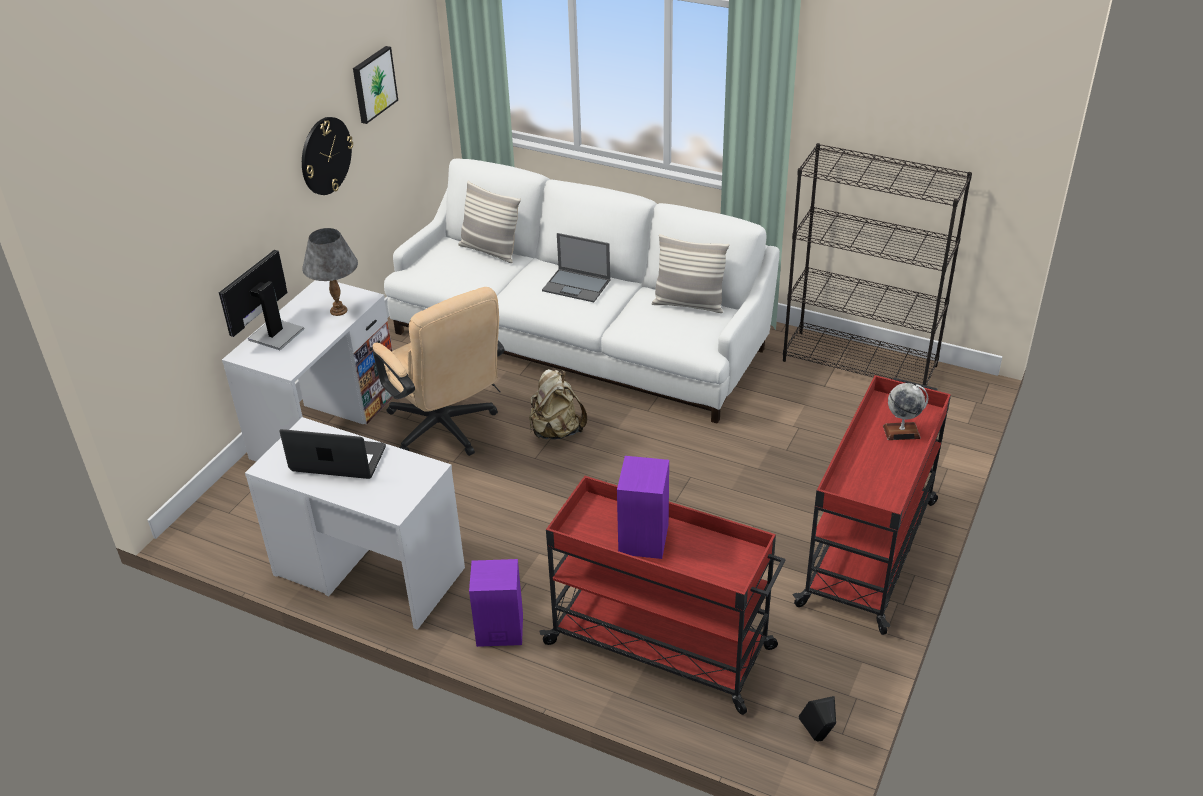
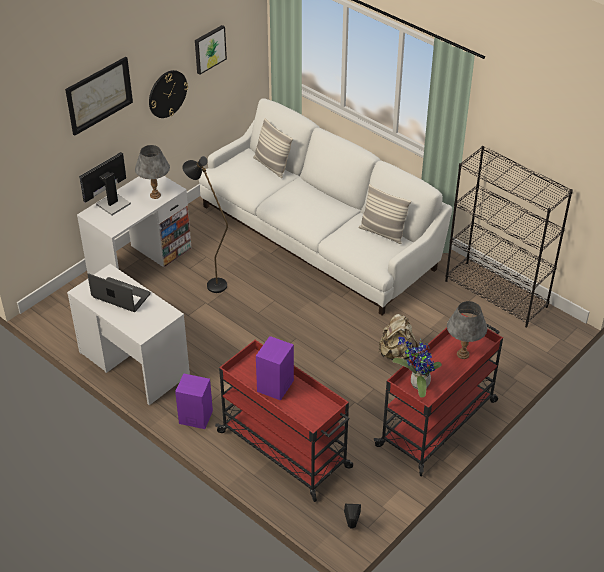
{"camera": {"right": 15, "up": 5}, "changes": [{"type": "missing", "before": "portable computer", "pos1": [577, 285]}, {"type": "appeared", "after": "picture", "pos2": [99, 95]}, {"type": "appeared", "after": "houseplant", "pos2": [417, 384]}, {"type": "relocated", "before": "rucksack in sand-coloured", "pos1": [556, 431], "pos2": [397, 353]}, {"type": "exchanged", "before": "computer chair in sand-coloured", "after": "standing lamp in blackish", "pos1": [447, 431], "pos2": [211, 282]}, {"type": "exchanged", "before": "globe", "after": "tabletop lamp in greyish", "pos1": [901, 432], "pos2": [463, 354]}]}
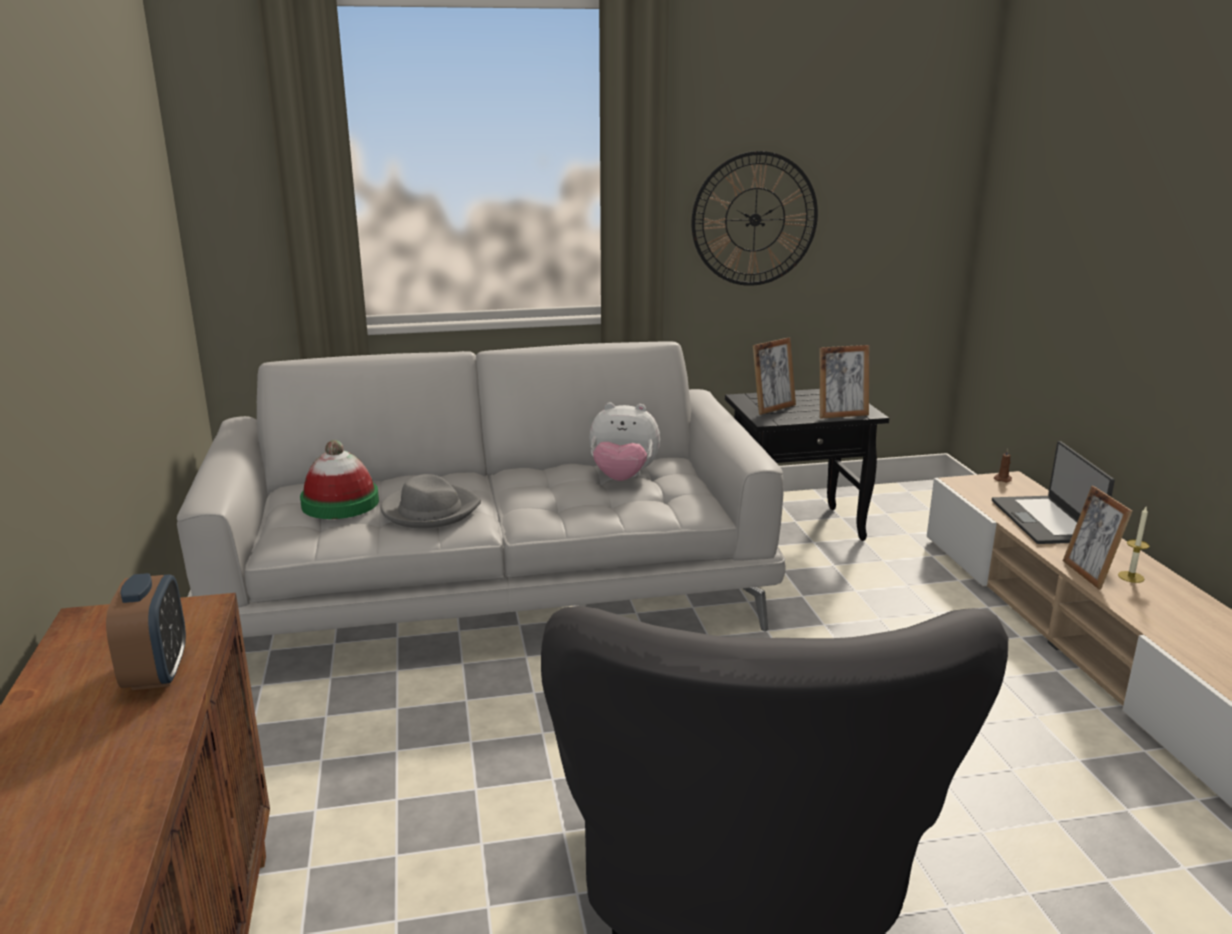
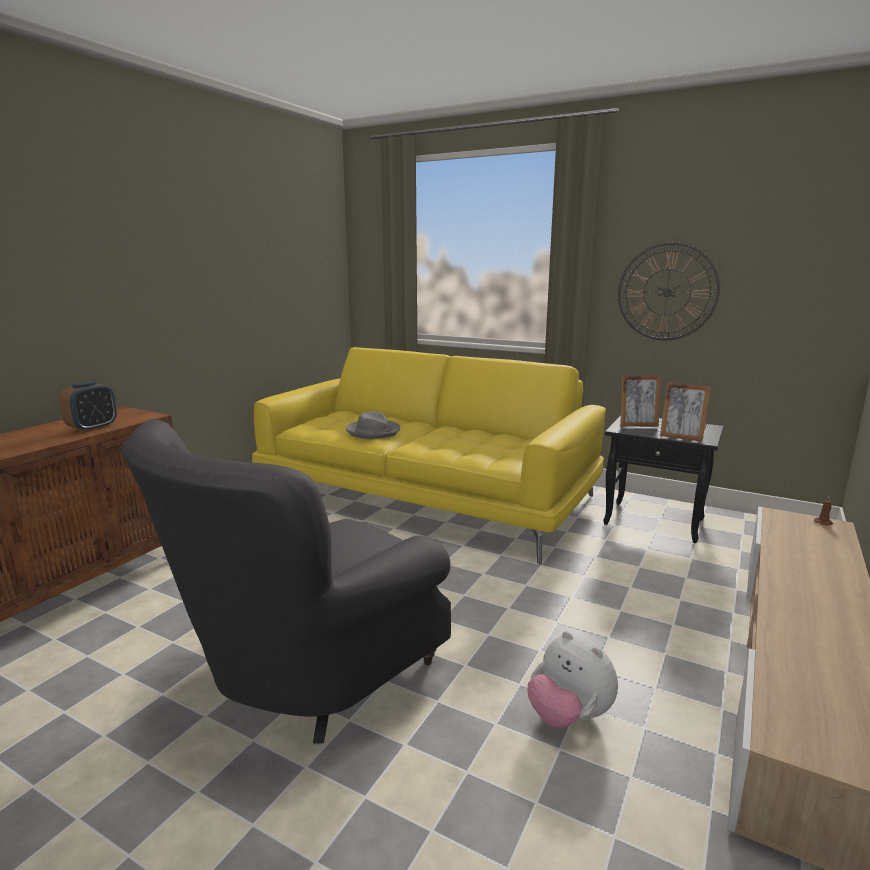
{"camera": {"right": 40, "up": -5}, "changes": [{"type": "missing", "before": "clothing hat", "pos1": [340, 503]}, {"type": "missing", "before": "portable computer", "pos1": [1046, 520]}, {"type": "missing", "before": "photo frame", "pos1": [1088, 574]}, {"type": "missing", "before": "candle", "pos1": [1131, 577]}, {"type": "relocated", "before": "cuddly toy", "pos1": [623, 478], "pos2": [569, 716]}, {"type": "colour", "before": "sofa in greyish", "after": "sofa in yellowish", "pos1": [495, 590], "pos2": [427, 496]}]}
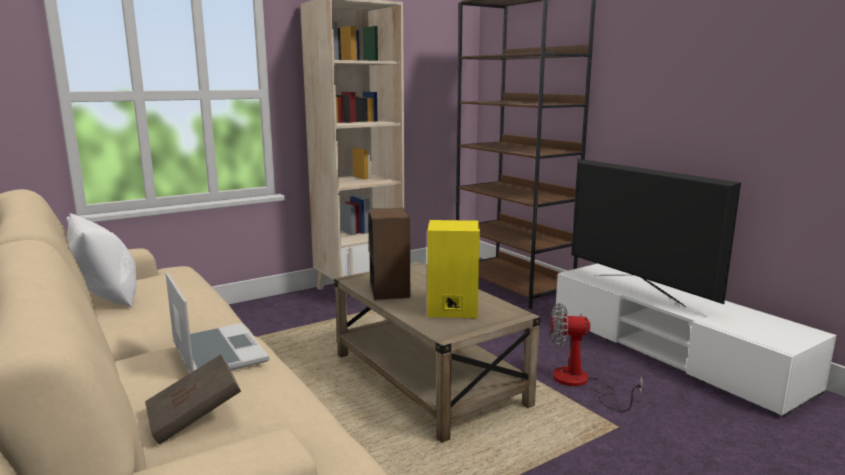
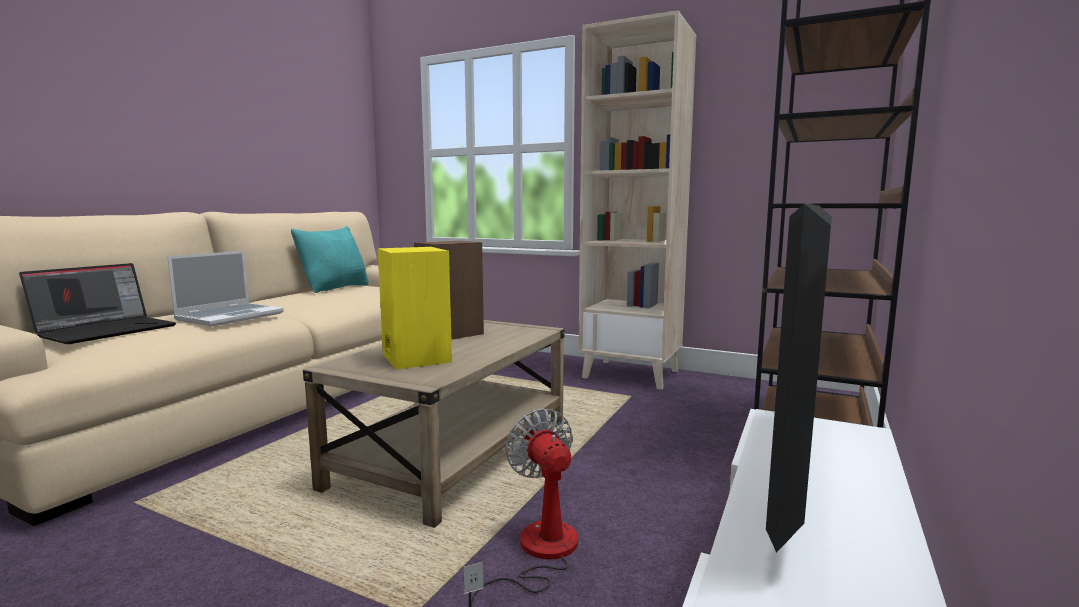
{"camera": {"right": 60, "up": -5}, "changes": [{"type": "exchanged", "before": "book in brown-coloured", "after": "portable computer", "pos1": [194, 418], "pos2": [107, 330]}, {"type": "colour", "before": "cushion in white-coloured", "after": "cushion in turquoise", "pos1": [108, 297], "pos2": [335, 288]}]}
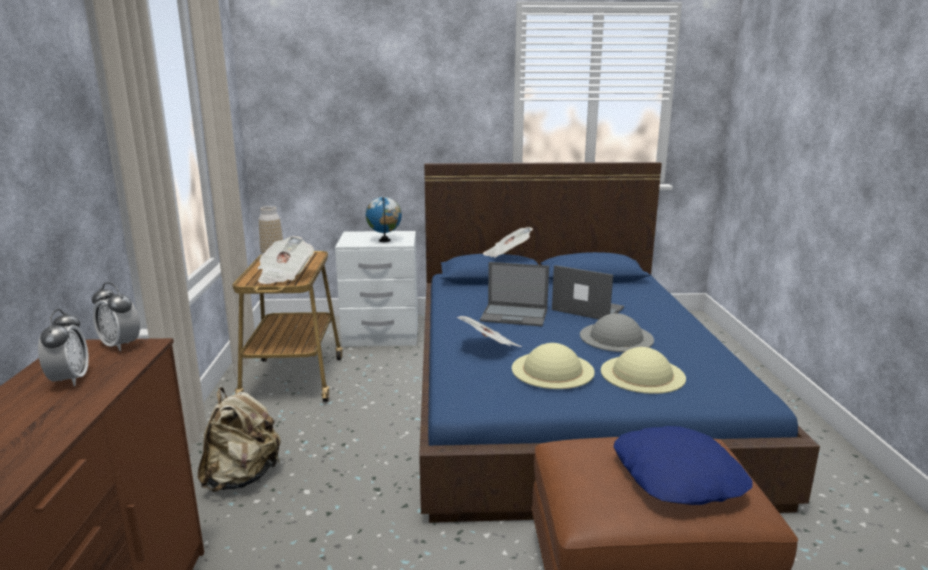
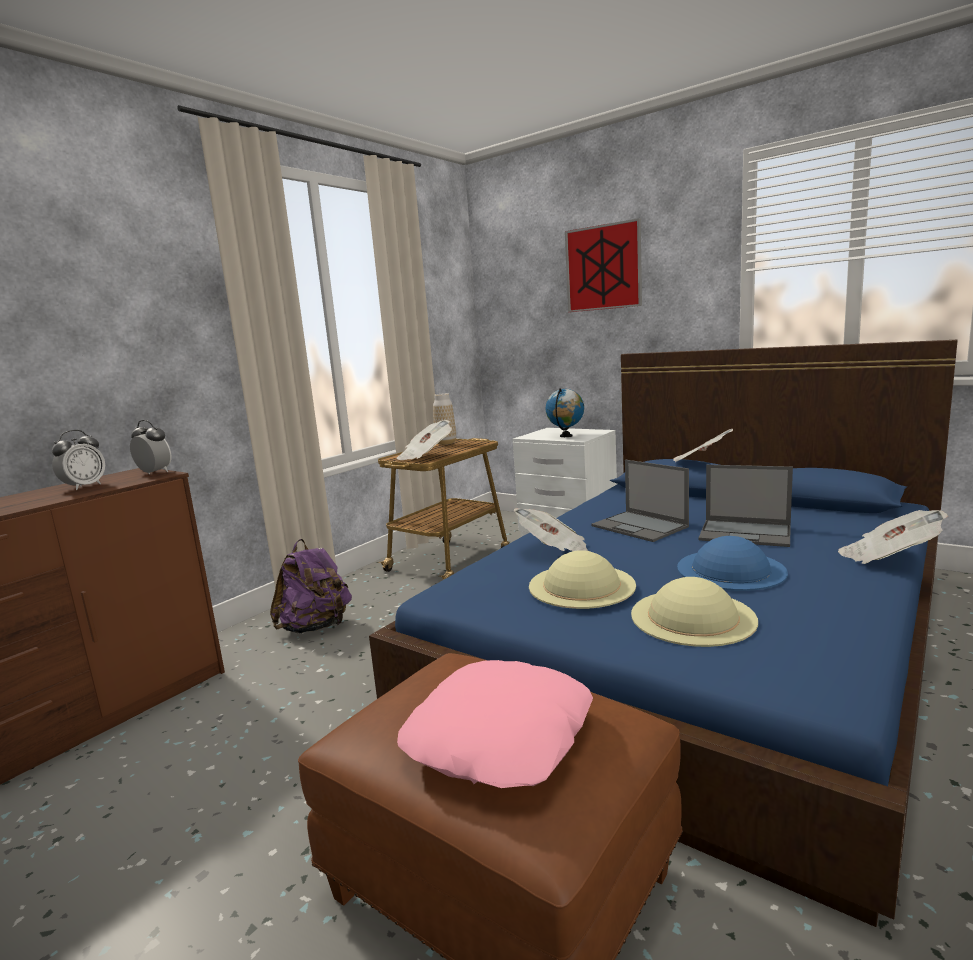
{"camera": {"right": 40, "up": -5}, "changes": [{"type": "appeared", "after": "picture", "pos2": [603, 267]}, {"type": "appeared", "after": "daily paper", "pos2": [888, 558]}, {"type": "colour", "before": "rucksack in sand-coloured", "after": "rucksack in purple-coloured", "pos1": [242, 478], "pos2": [316, 627]}, {"type": "colour", "before": "clothing hat in greyish", "after": "clothing hat in blue-coloured", "pos1": [616, 337], "pos2": [731, 569]}, {"type": "colour", "before": "cushion in blue-coloured", "after": "cushion in pinkish", "pos1": [678, 476], "pos2": [501, 737]}, {"type": "spun", "before": "table clock", "pos1": [120, 345], "pos2": [154, 473], "turn": 135}, {"type": "spun", "before": "portable computer", "pos1": [587, 308], "pos2": [746, 533], "turn": 135}]}
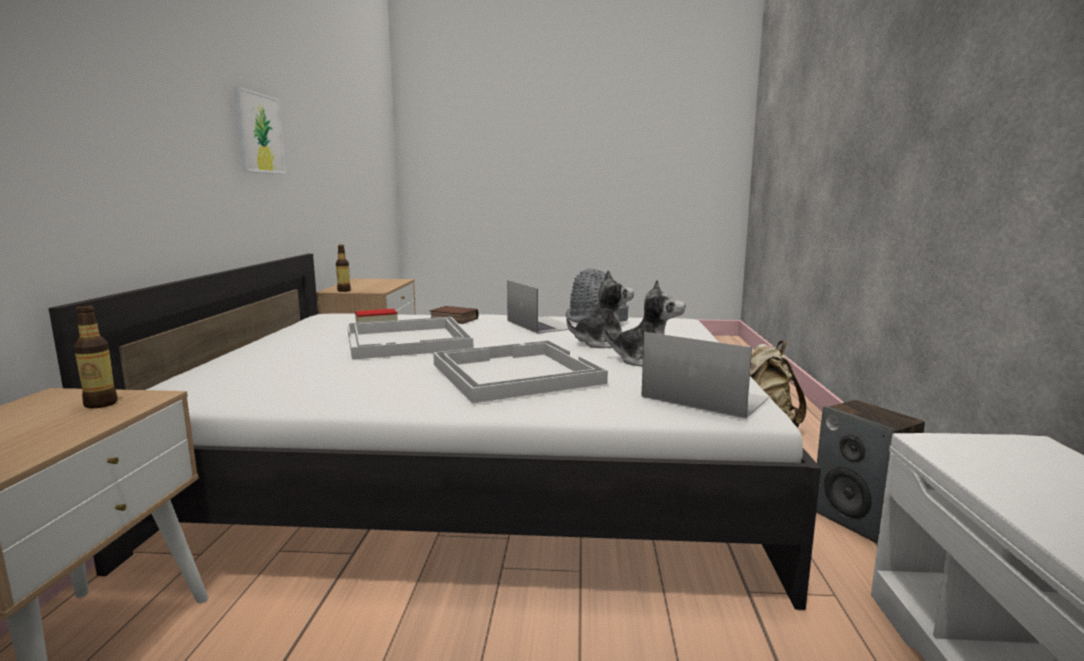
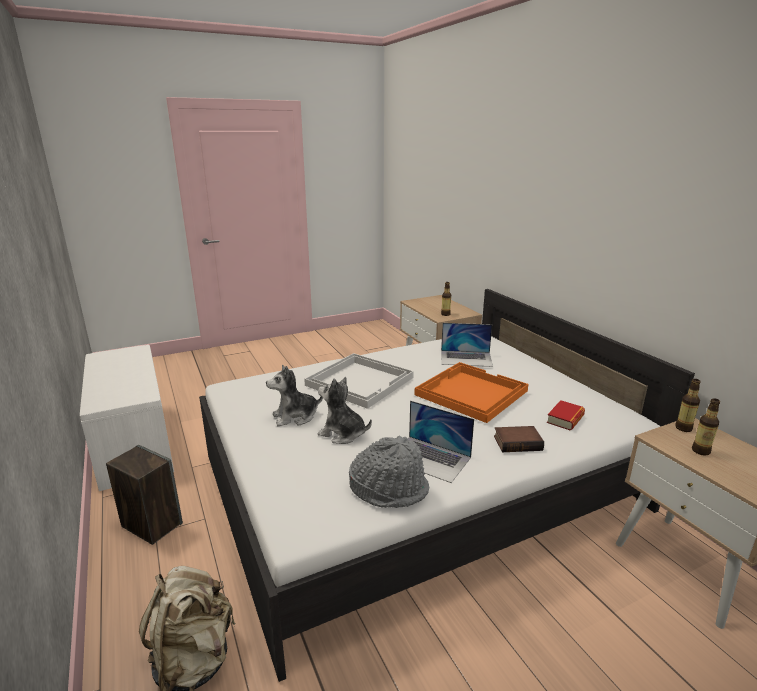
{"camera": {"right": 150, "up": 10}, "changes": [{"type": "missing", "before": "picture", "pos1": [259, 133]}, {"type": "appeared", "after": "bottle", "pos2": [700, 451]}, {"type": "relocated", "before": "portable computer", "pos1": [704, 397], "pos2": [466, 358]}, {"type": "colour", "before": "serving tray in white-coloured", "after": "serving tray in orange-coloured", "pos1": [408, 341], "pos2": [470, 393]}, {"type": "spun", "before": "cuddly toy", "pos1": [601, 343], "pos2": [342, 434], "turn": 75}]}
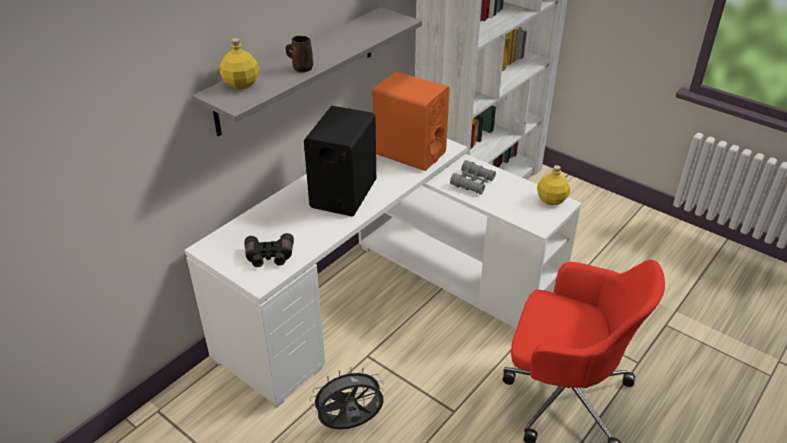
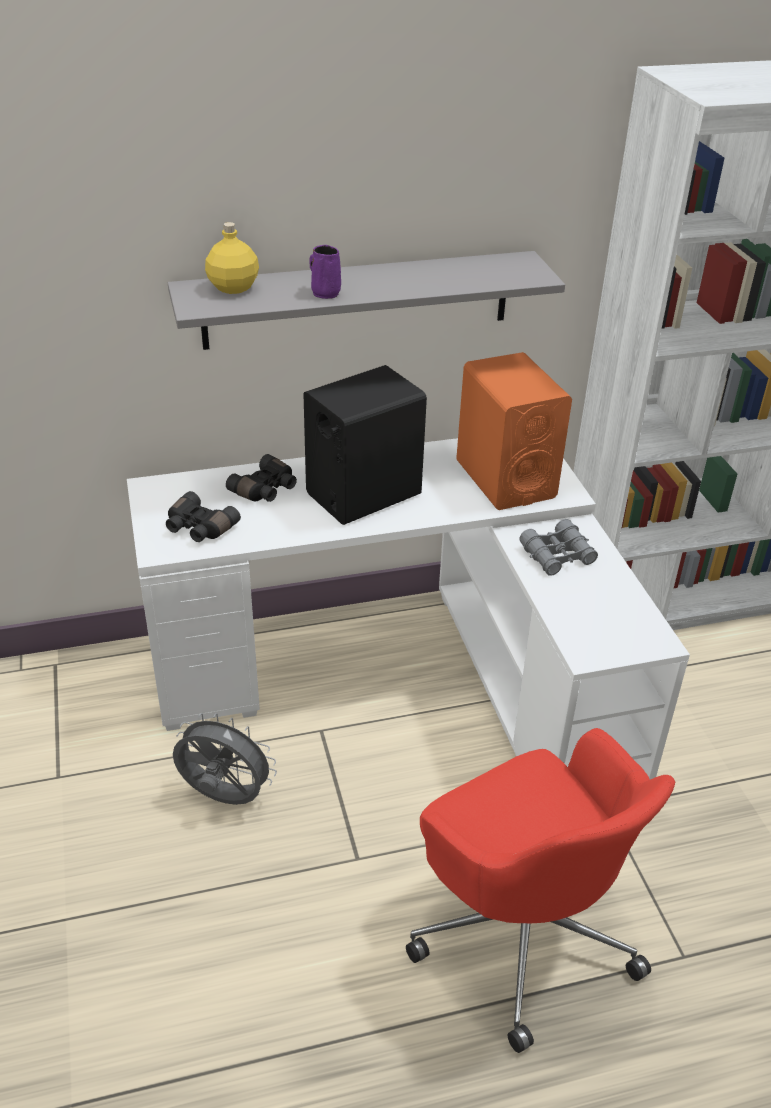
{"camera": {"right": 35, "up": 0}, "changes": [{"type": "missing", "before": "bottle in yellowish", "pos1": [551, 199]}, {"type": "appeared", "after": "field glasses in blackish", "pos2": [266, 489]}, {"type": "colour", "before": "coffee mug in brown-coloured", "after": "coffee mug in purple-coloured", "pos1": [301, 68], "pos2": [325, 292]}]}
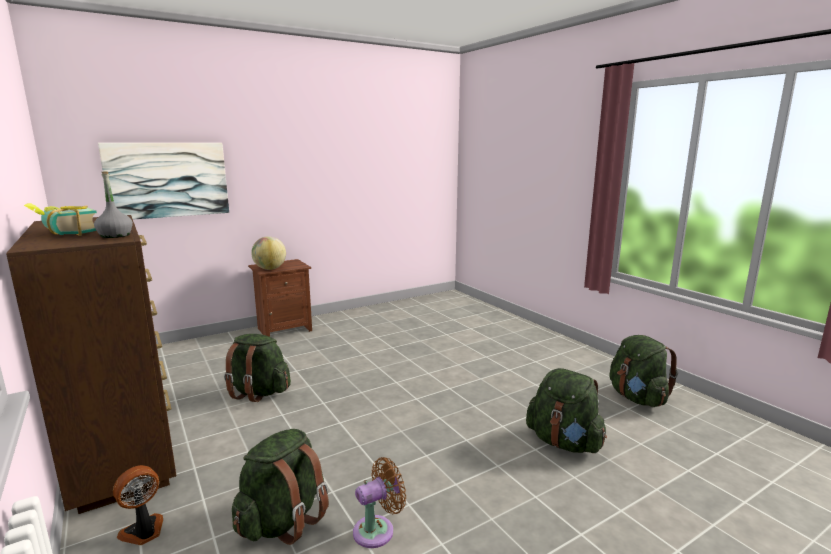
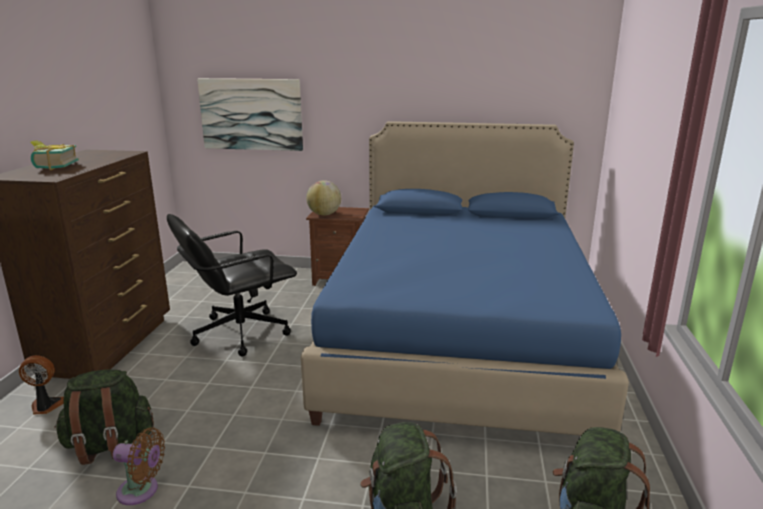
{"camera": {"right": 40, "up": 5}, "changes": [{"type": "missing", "before": "bottle in greyish", "pos1": [115, 235]}, {"type": "appeared", "after": "bedroom bed in blue-coloured", "pos2": [458, 339]}, {"type": "exchanged", "before": "rucksack in green-coloured", "after": "computer chair in blackish", "pos1": [258, 392], "pos2": [239, 333]}]}
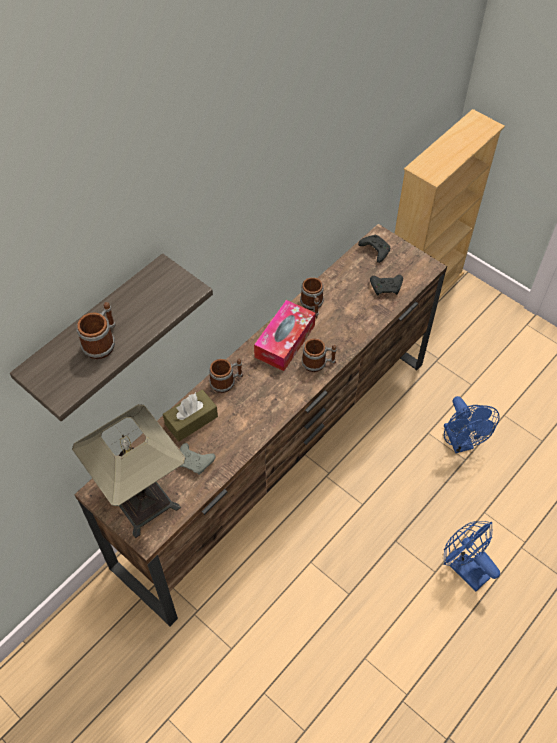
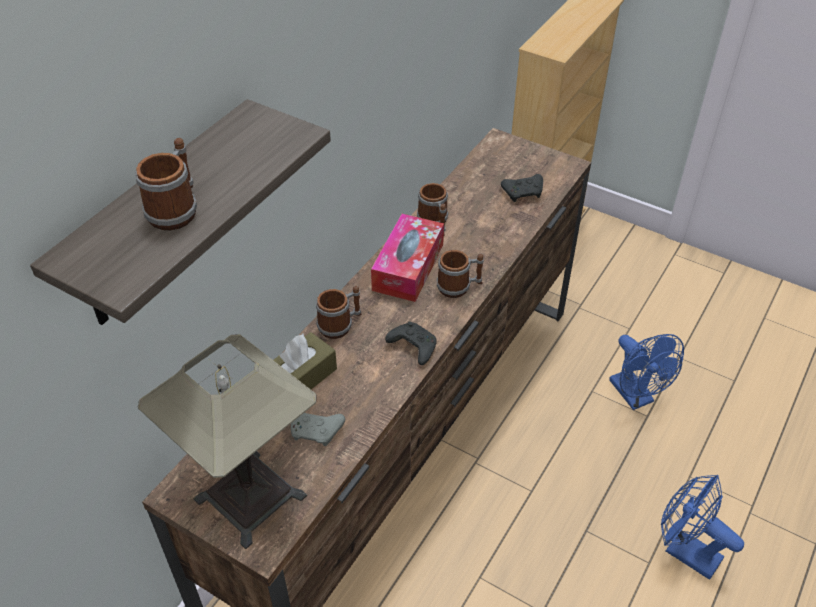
{"camera": {"right": -10, "up": -10}, "changes": [{"type": "relocated", "before": "game controller in blackish", "pos1": [374, 251], "pos2": [412, 347]}]}
